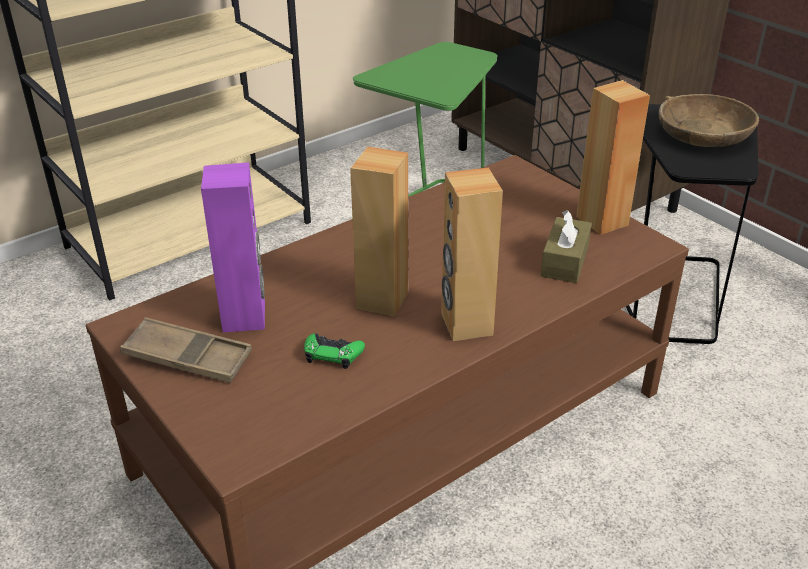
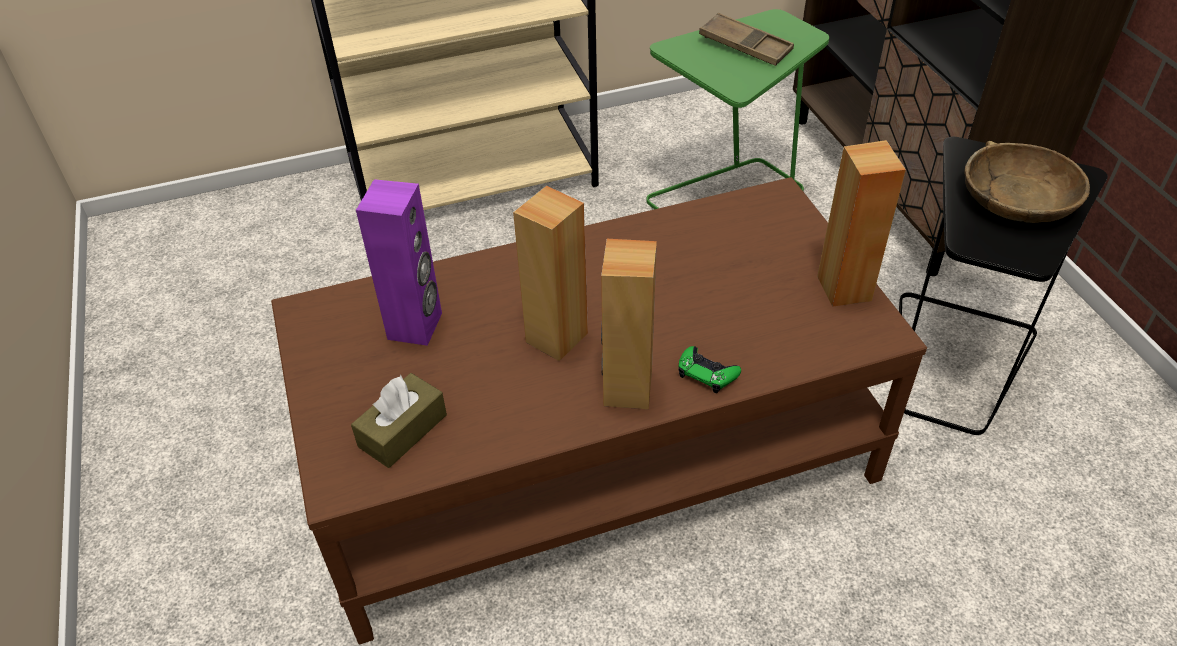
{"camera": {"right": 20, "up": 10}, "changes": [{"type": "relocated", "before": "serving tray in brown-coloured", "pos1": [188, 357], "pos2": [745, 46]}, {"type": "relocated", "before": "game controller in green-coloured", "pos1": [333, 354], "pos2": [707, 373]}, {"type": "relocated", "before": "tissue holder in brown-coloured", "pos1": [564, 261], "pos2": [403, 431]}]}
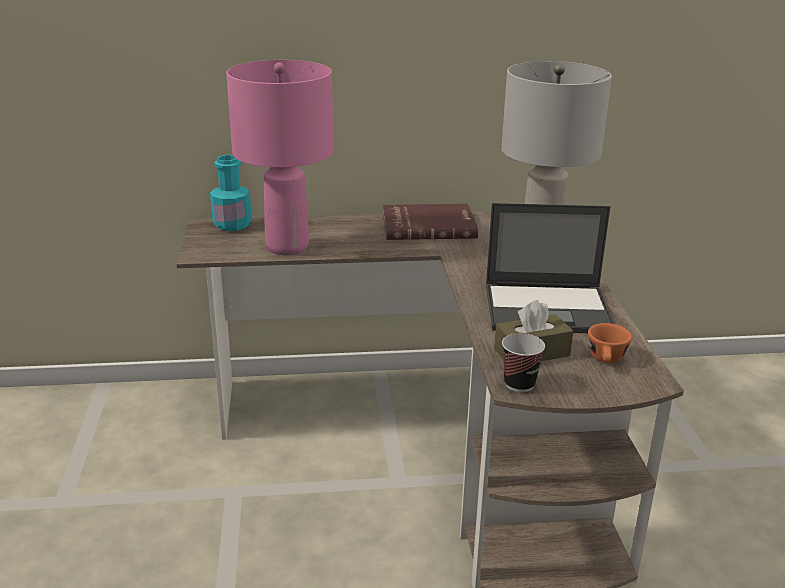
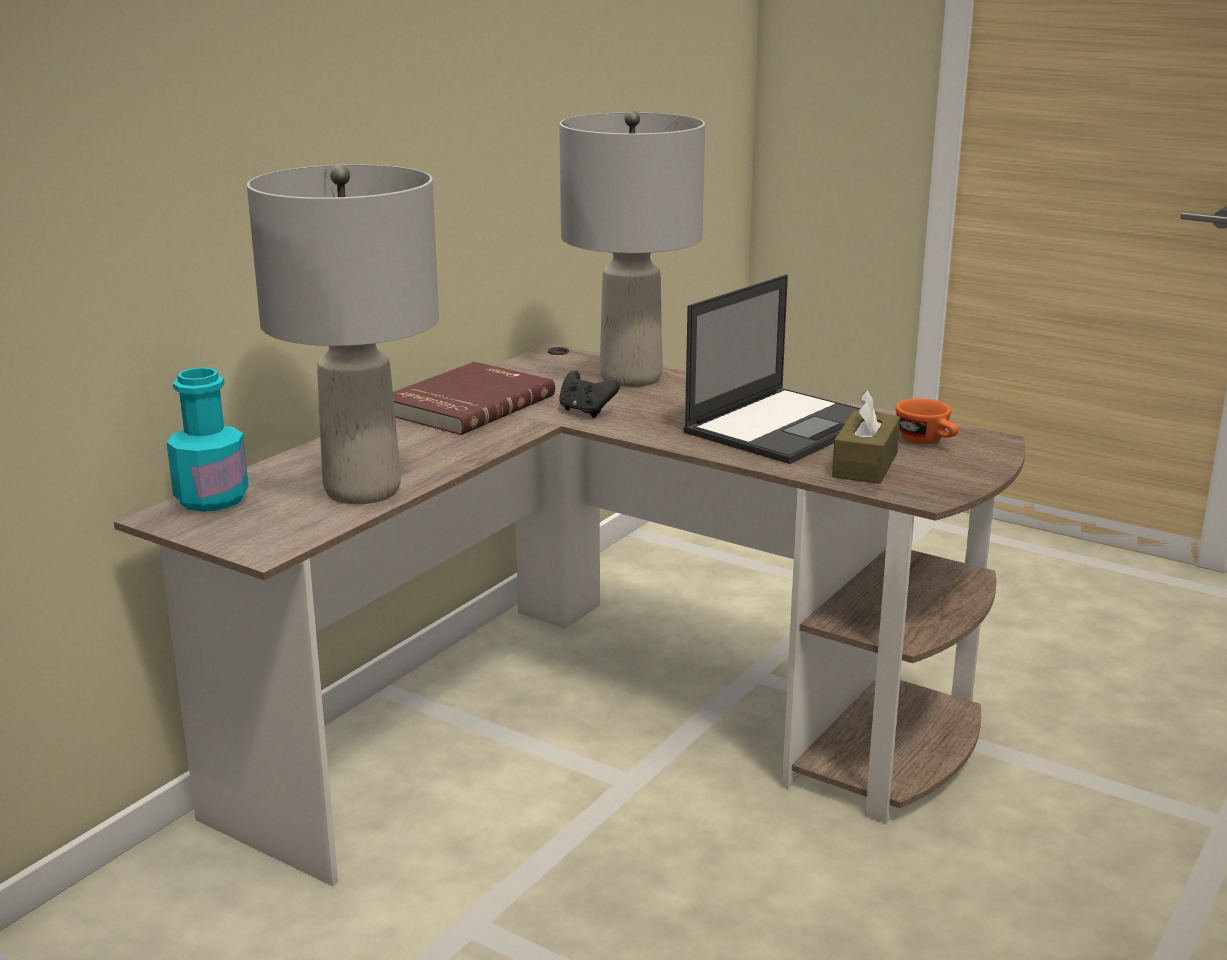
{"camera": {"right": -50, "up": -5}, "changes": [{"type": "missing", "before": "drinking cup", "pos1": [519, 384]}, {"type": "appeared", "after": "game controller in blackish", "pos2": [586, 411]}, {"type": "colour", "before": "tabletop lamp in pinkish", "after": "tabletop lamp in greyish", "pos1": [286, 246], "pos2": [361, 490]}]}
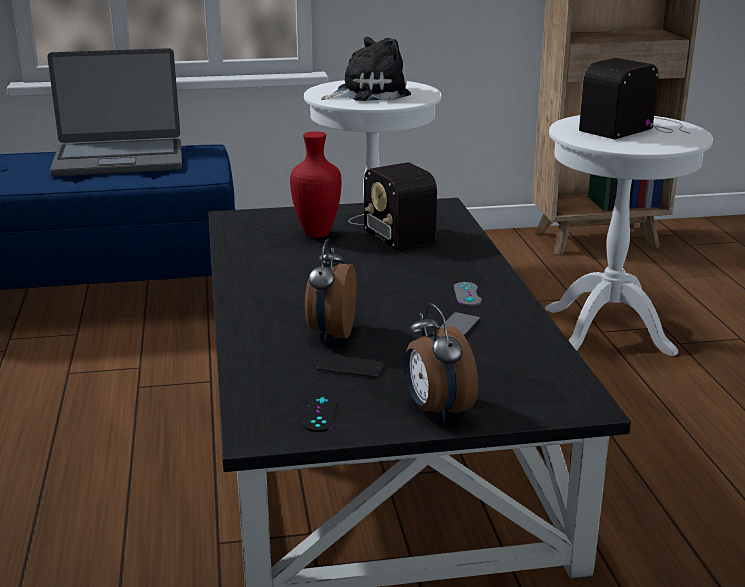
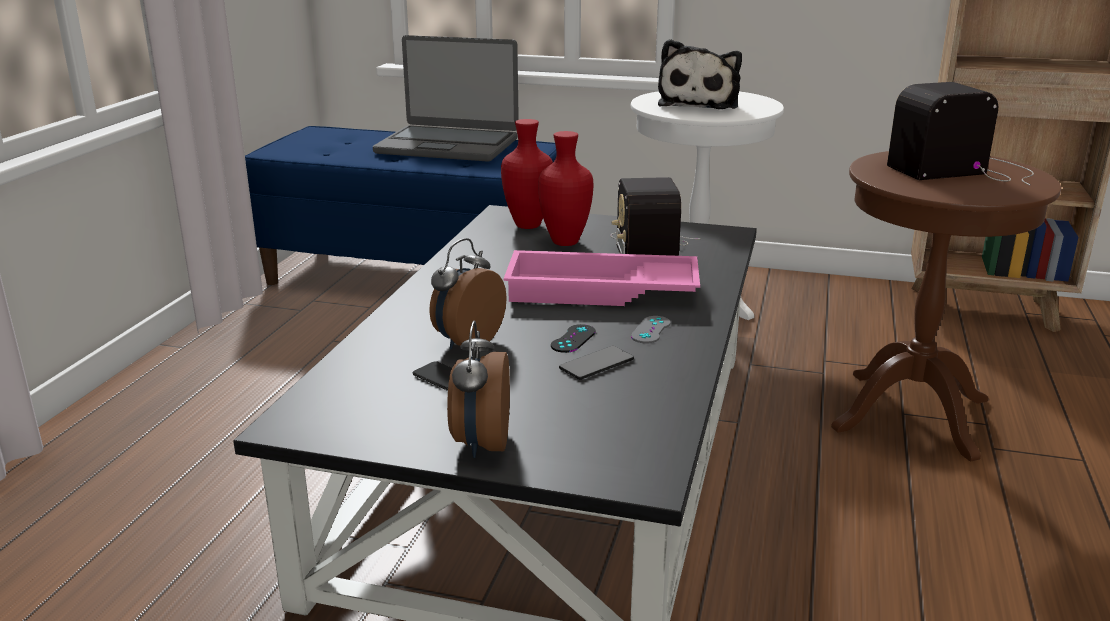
{"camera": {"right": 25, "up": 0}, "changes": [{"type": "appeared", "after": "vase in red-coloured", "pos2": [527, 226]}, {"type": "appeared", "after": "serving tray in pinkish", "pos2": [600, 292]}, {"type": "relocated", "before": "game controller in blackish", "pos1": [320, 413], "pos2": [573, 339]}, {"type": "colour", "before": "accent table in white-coloured", "after": "accent table in brown-coloured", "pos1": [608, 331], "pos2": [911, 414]}, {"type": "spun", "before": "cuddly toy", "pos1": [368, 93], "pos2": [700, 103], "turn": 105}]}
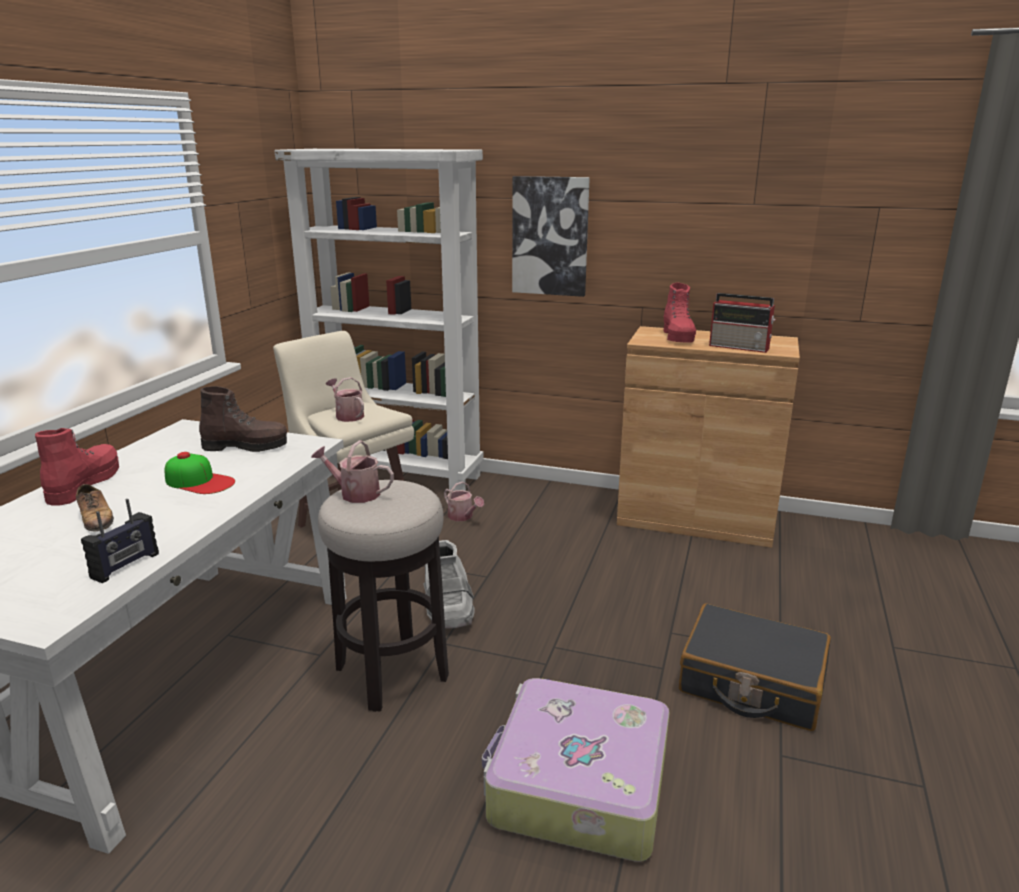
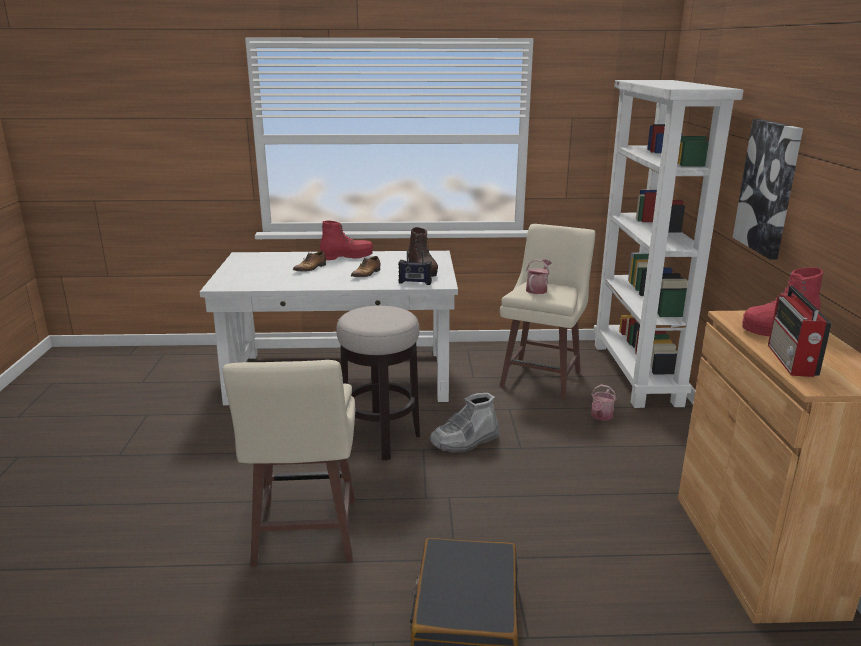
{"camera": {"right": 70, "up": 0}, "changes": [{"type": "missing", "before": "watering can", "pos1": [355, 493]}, {"type": "relocated", "before": "radio receiver", "pos1": [126, 566], "pos2": [415, 283]}, {"type": "exchanged", "before": "cap", "after": "low shoe", "pos1": [199, 481], "pos2": [366, 274]}, {"type": "exchanged", "before": "travel case", "after": "stool seat in sand-coloured", "pos1": [577, 785], "pos2": [305, 534]}]}
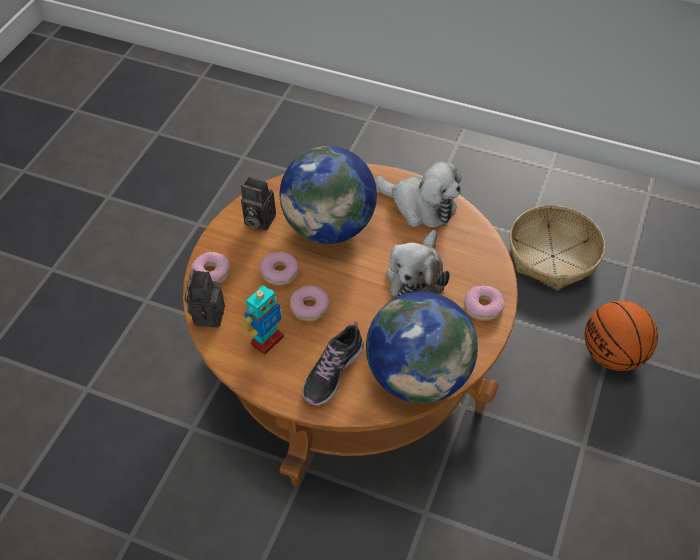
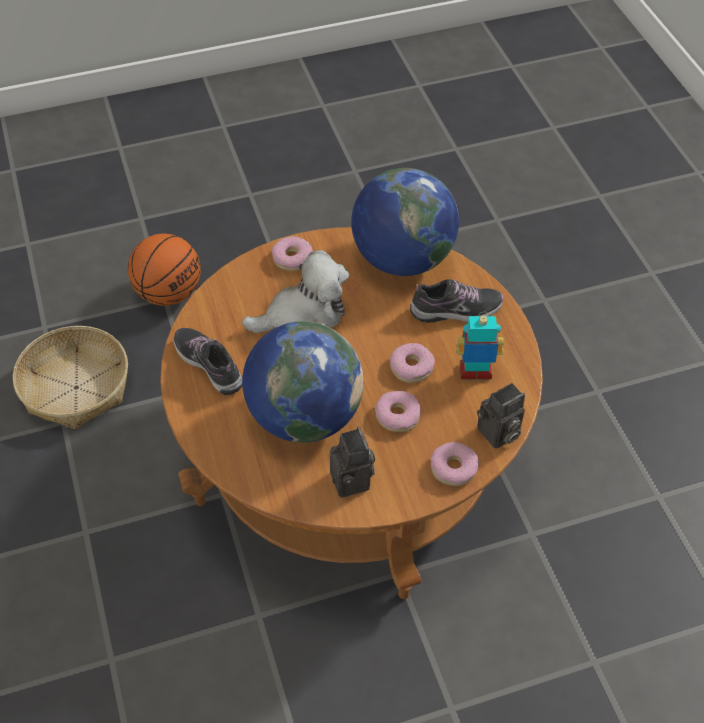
{"camera": {"right": -130, "up": 0}, "changes": [{"type": "exchanged", "before": "cuddly toy", "after": "low shoe", "pos1": [420, 206], "pos2": [209, 365]}]}
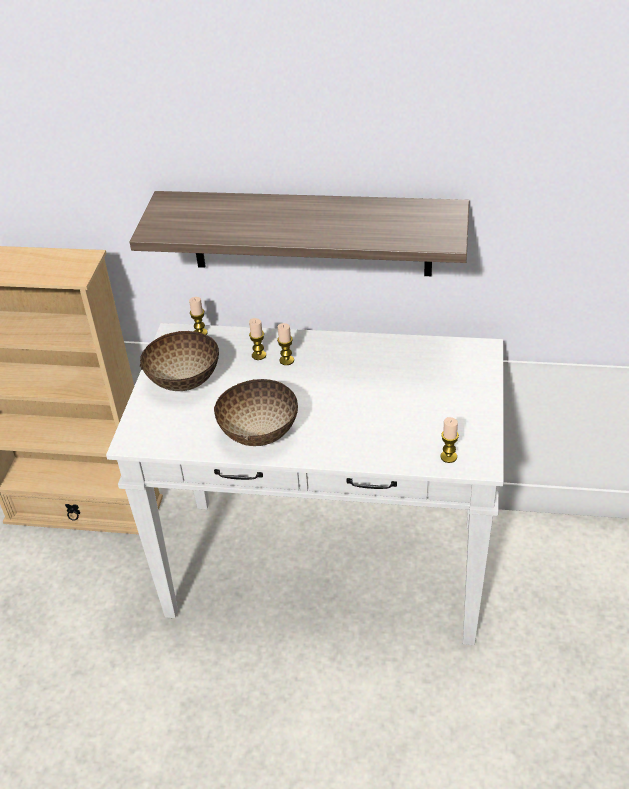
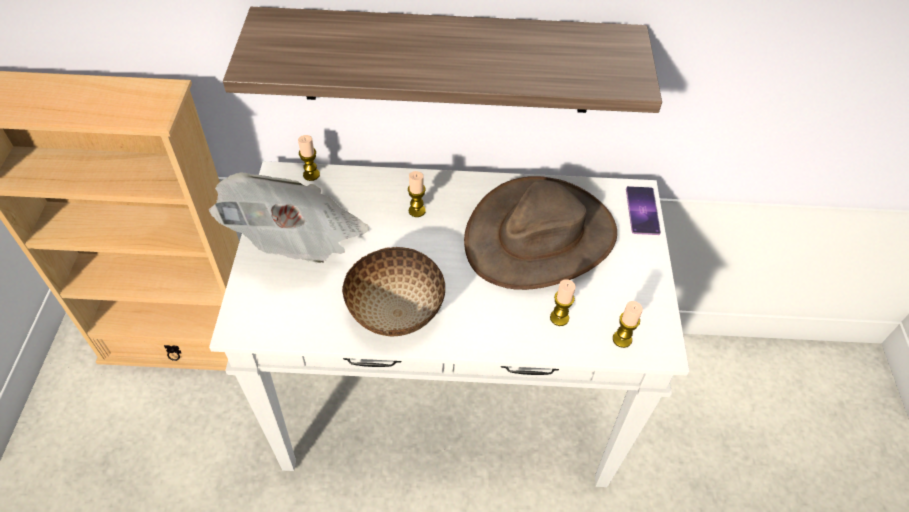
{"camera": {"right": -10, "up": 10}, "changes": [{"type": "appeared", "after": "clothing hat in brown-coloured", "pos2": [540, 236]}, {"type": "appeared", "after": "handset", "pos2": [642, 210]}, {"type": "relocated", "before": "candle", "pos1": [259, 355], "pos2": [559, 318]}, {"type": "exchanged", "before": "deep dish", "after": "daily paper", "pos1": [185, 380], "pos2": [298, 240]}]}
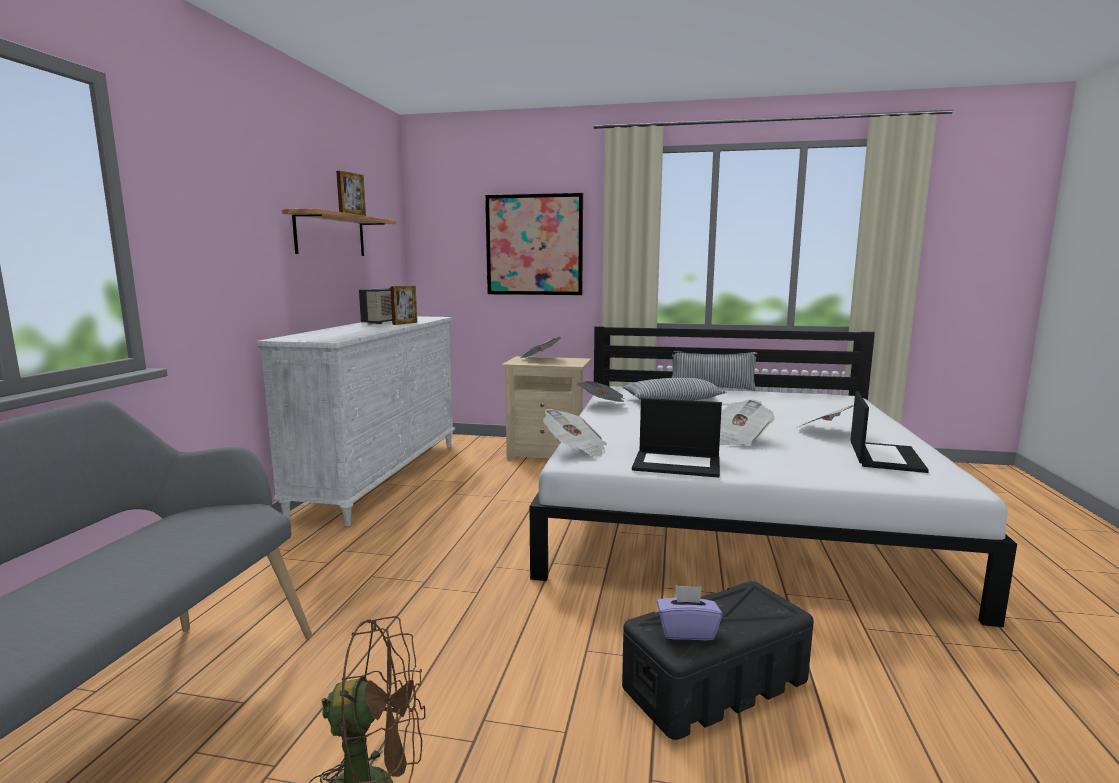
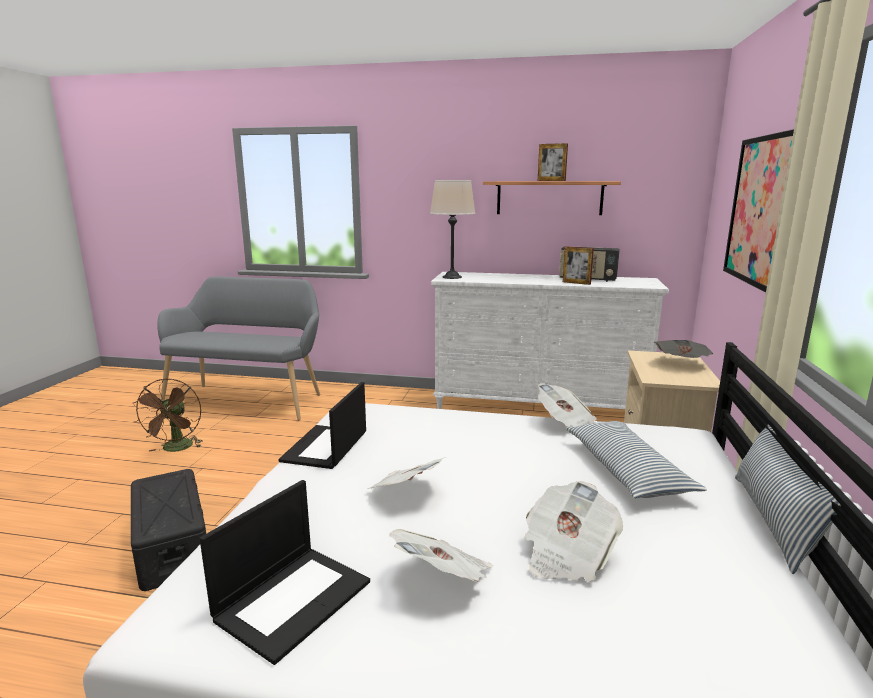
{"camera": {"right": 90, "up": 5}, "changes": [{"type": "missing", "before": "tissue holder in purple-coloured", "pos1": [687, 631]}, {"type": "appeared", "after": "tabletop lamp in sand-coloured", "pos2": [452, 277]}, {"type": "relocated", "before": "daily paper", "pos1": [575, 450], "pos2": [566, 554]}, {"type": "spun", "before": "portable computer", "pos1": [884, 457], "pos2": [293, 599], "turn": -75}]}
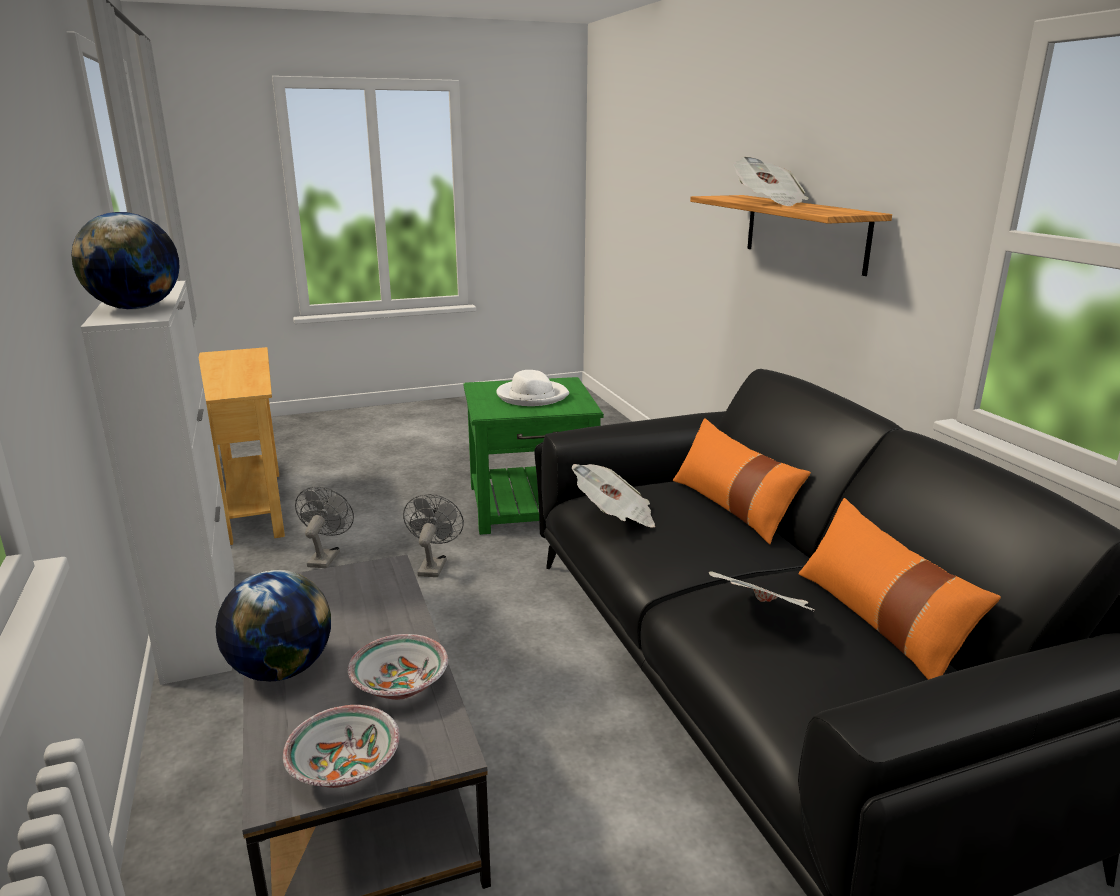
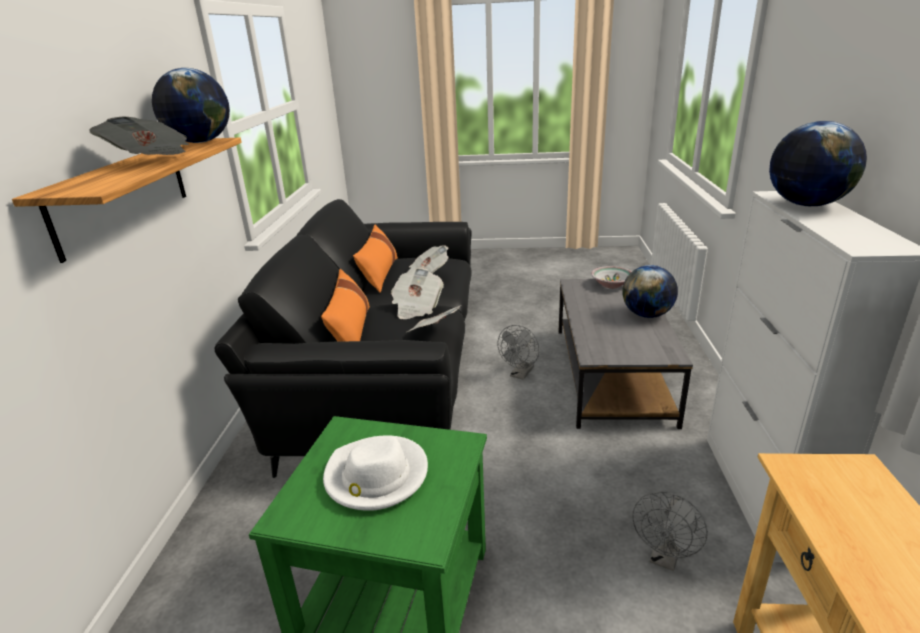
{"camera": {"right": -155, "up": 5}, "changes": [{"type": "missing", "before": "deep dish", "pos1": [399, 685]}, {"type": "appeared", "after": "globe", "pos2": [200, 142]}, {"type": "appeared", "after": "daily paper", "pos2": [416, 307]}, {"type": "relocated", "before": "cooling fan in greyish", "pos1": [433, 565], "pos2": [520, 374]}]}
